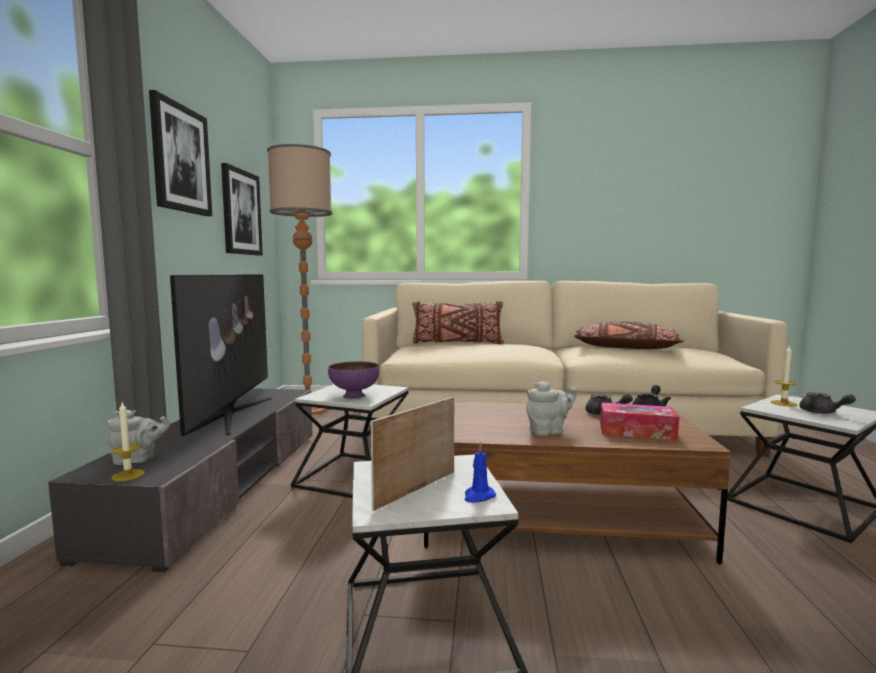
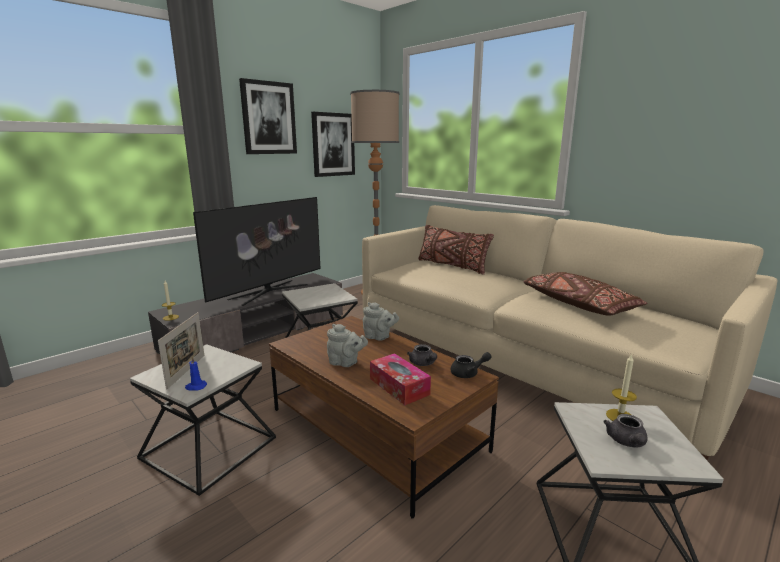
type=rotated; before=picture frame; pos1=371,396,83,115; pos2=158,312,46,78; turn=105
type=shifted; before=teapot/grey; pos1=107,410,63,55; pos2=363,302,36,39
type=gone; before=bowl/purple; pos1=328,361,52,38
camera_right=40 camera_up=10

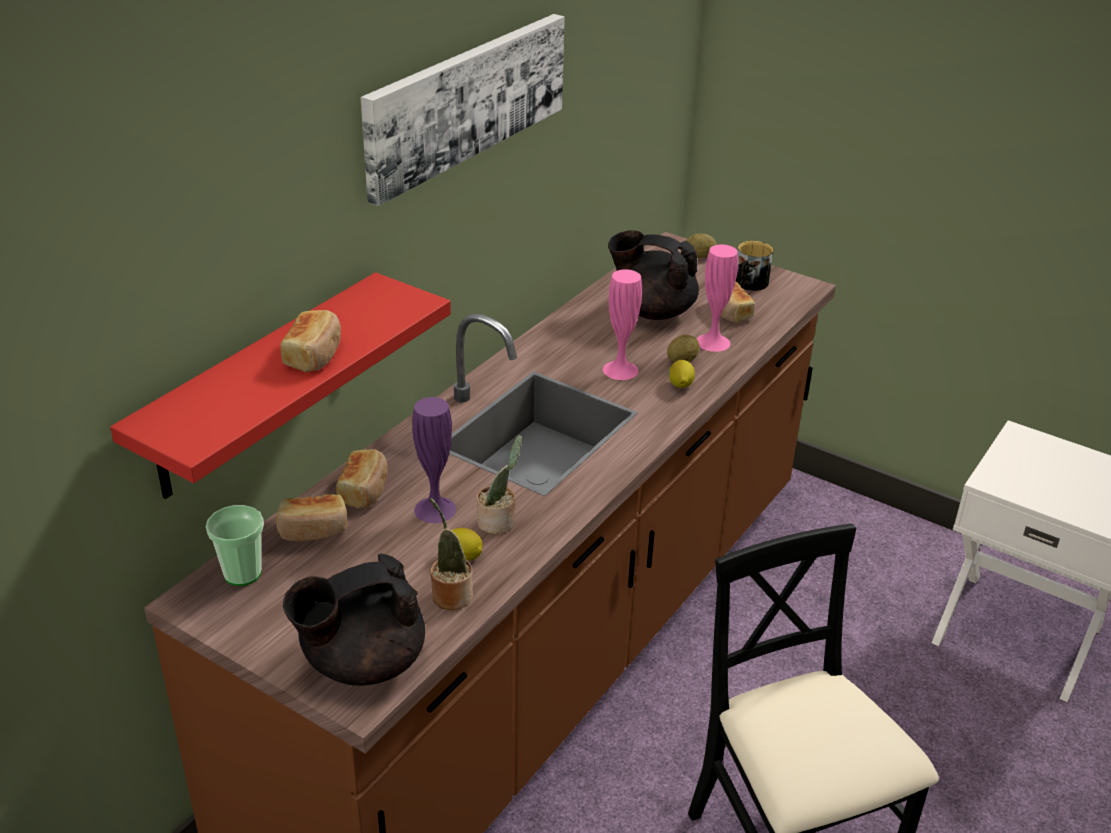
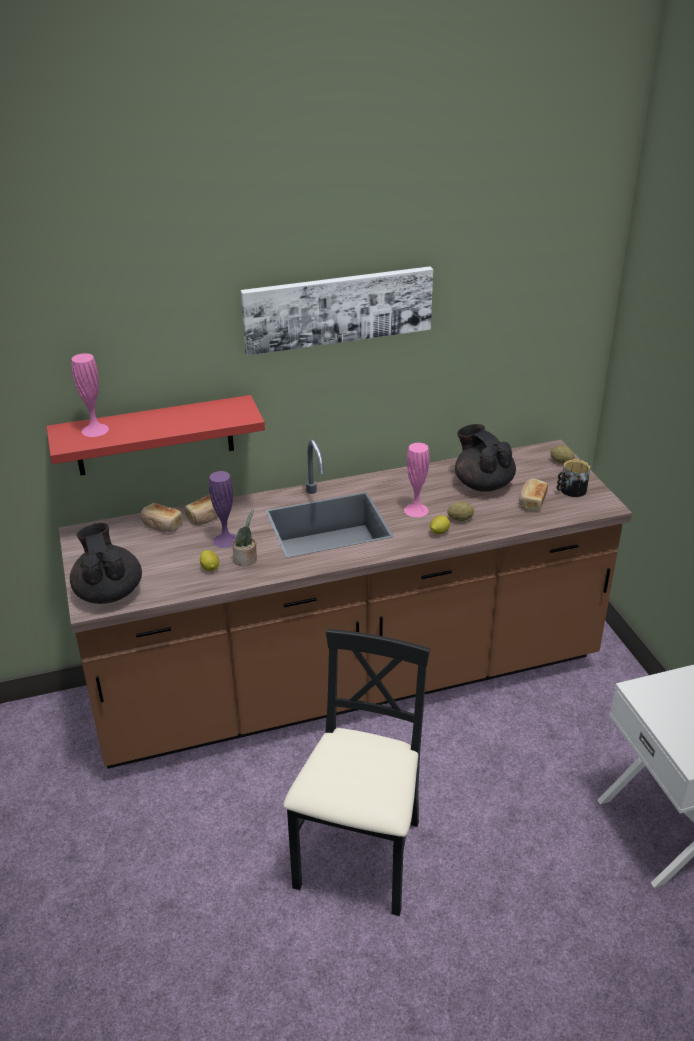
type=rotated; before=teapot/black; pos1=283,553,142,133; pos2=70,523,72,81; turn=60
type=shifted; before=vase/pink; pos1=697,244,41,108; pos2=71,353,38,84
type=gone; before=cup; pos1=206,505,58,81
type=gone; before=bread; pos1=280,310,61,62
type=gone; before=potted plant; pos1=429,498,44,112
camera_right=40 camera_up=0

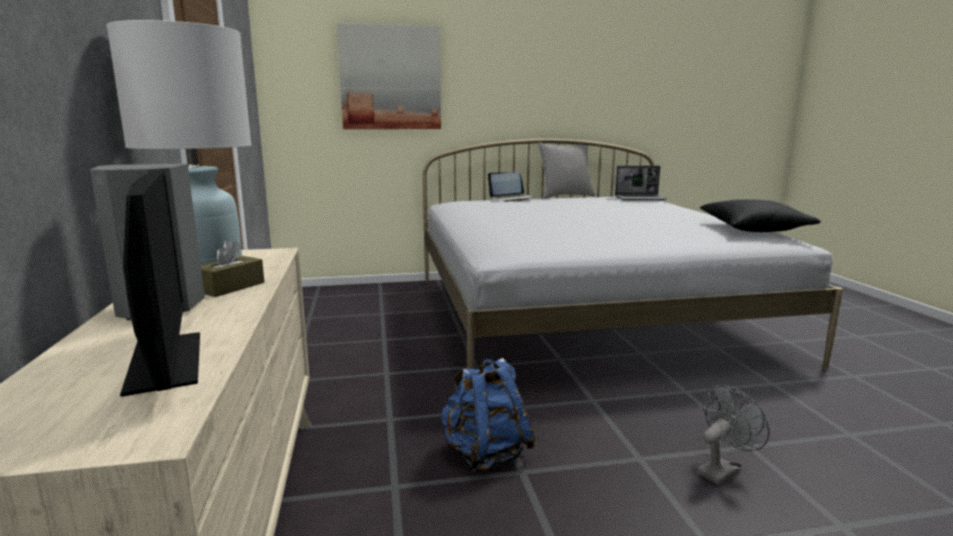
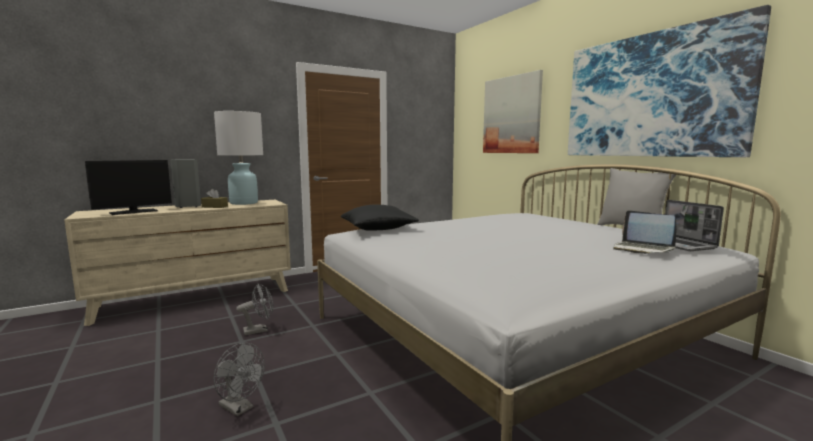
type=swapped; before=backpack/blue; after=fan/grey; pos1=441,358,94,114; pos2=236,283,38,52
type=shifted; before=pillow/black; pos1=699,199,122,33; pos2=341,205,78,26
type=new; after=picture; pos2=568,5,203,152
type=shifted; before=laptop; pos1=488,172,45,30; pos2=613,210,64,44
camera_right=70 camera_up=-5

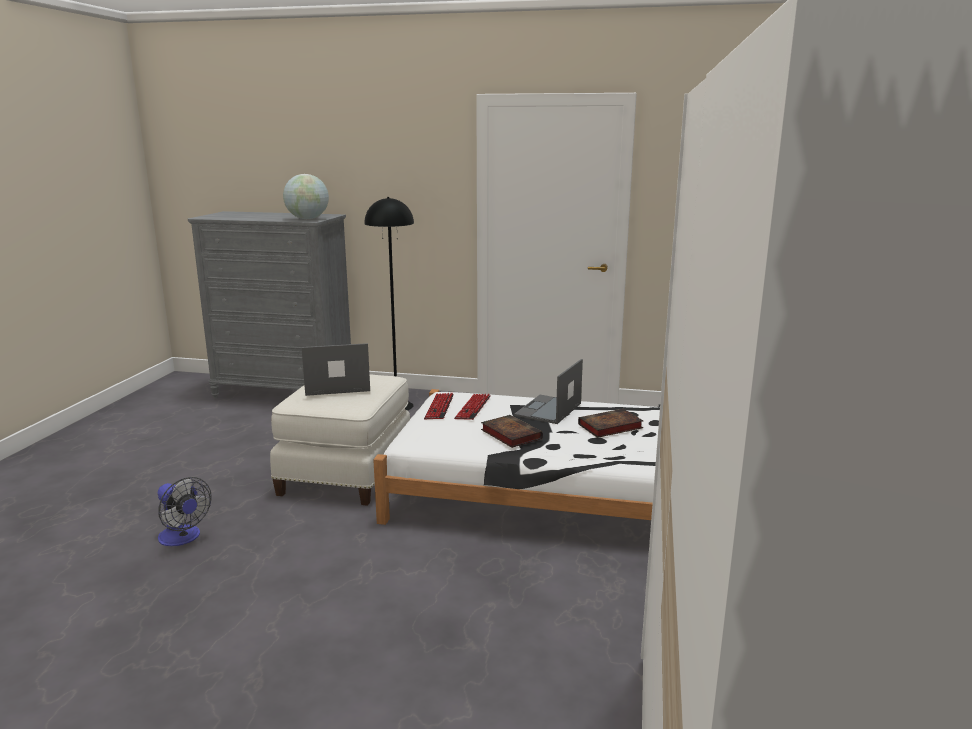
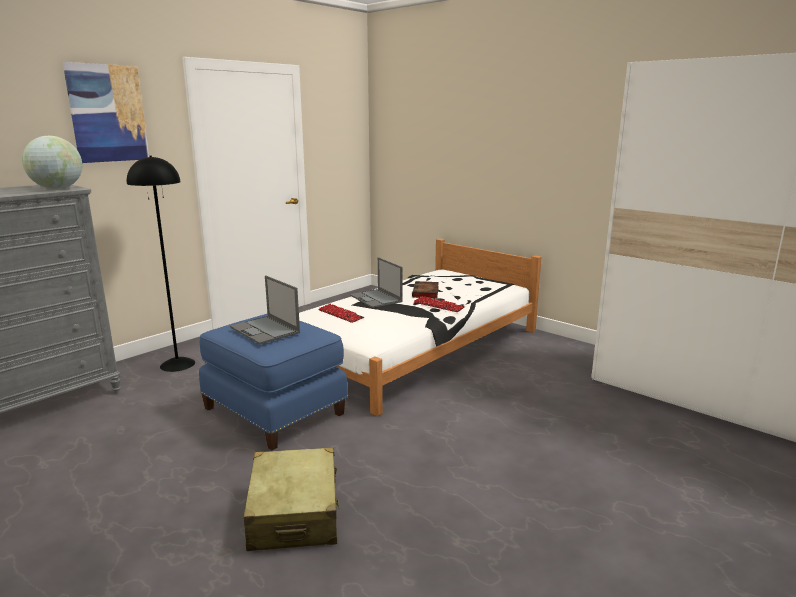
type=new; after=picture; pos2=63,62,86,101
type=repainted; before=ottoman/white; after=ottoman/blue; pos1=270,374,140,132; pos2=199,314,149,136
type=rotated; before=laptop; pos1=301,343,69,53; pos2=230,275,70,69; turn=-60
type=swapped; before=fan; after=suitcase/beige; pos1=158,477,54,69; pos2=244,447,96,104
type=shifted; before=keyboard; pos1=424,393,30,26; pos2=414,296,51,16
type=gone; before=book; pos1=481,415,62,33
camera_right=-60 camera_up=0

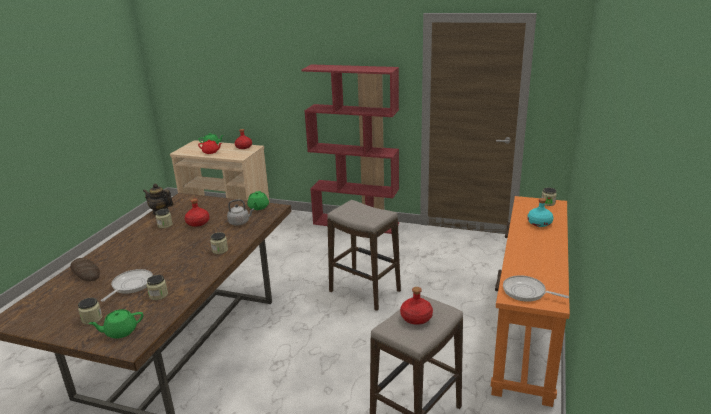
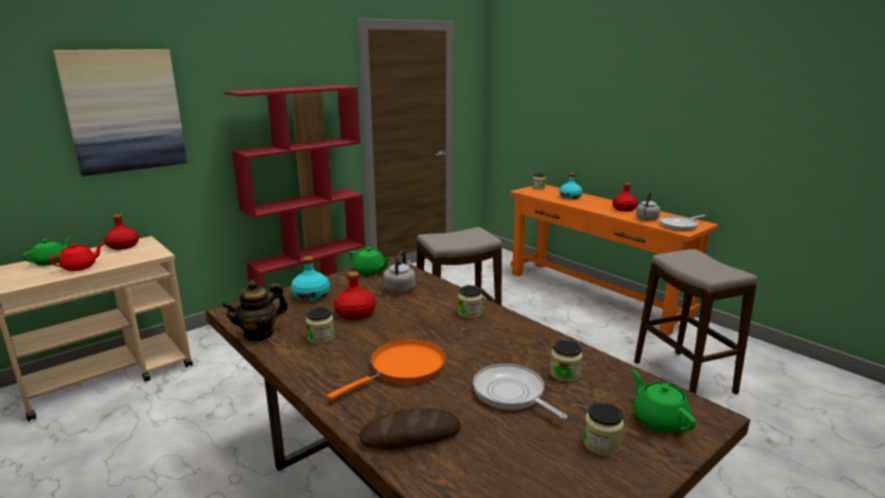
type=new; after=picture; pos2=53,49,134,127
type=new; after=bottle/turquoise; pos2=291,256,39,45
type=new; after=frying pan/orange; pos2=327,339,119,61
type=shifted; before=bottle/red; pos1=400,287,33,38; pos2=612,183,26,28
type=rotated; before=teapot/green; pos1=88,309,55,30; pos2=632,370,64,63; turn=150
type=new; after=kettle/grey; pos2=636,191,24,30
camera_right=-60 camera_up=-5

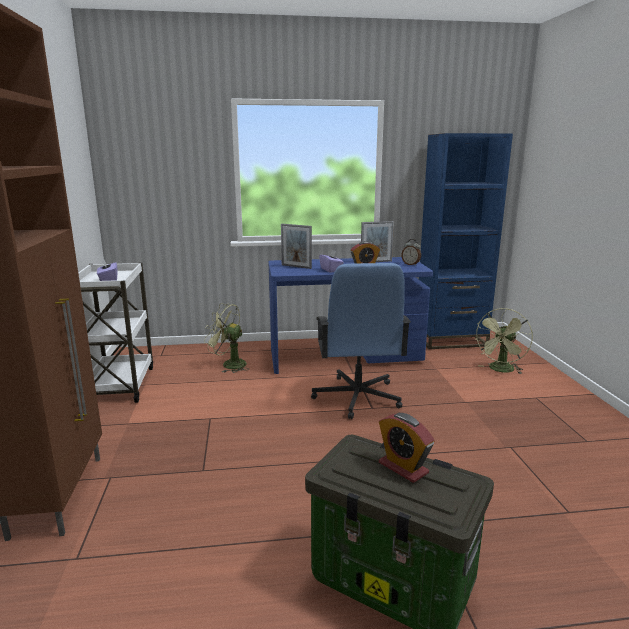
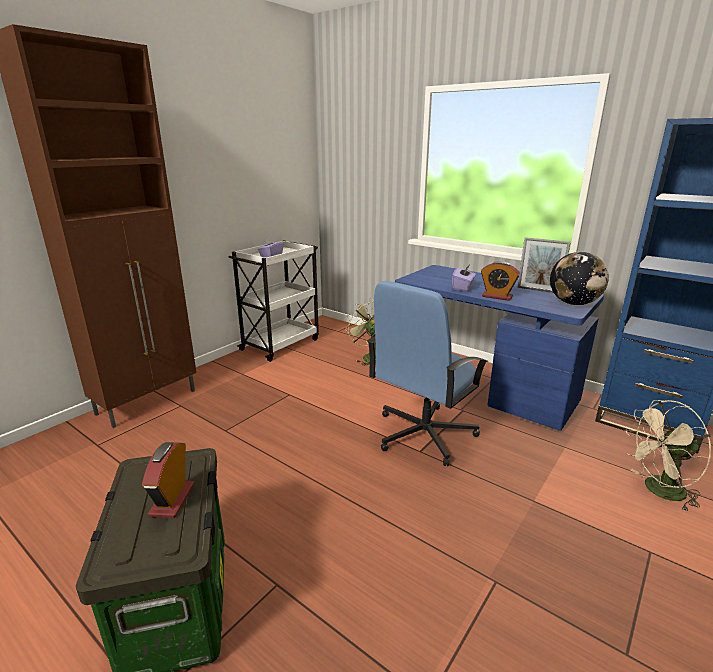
type=swapped; before=alarm clock; after=globe; pos1=401,239,20,27; pos2=550,252,59,53
type=repainted; before=fan/green; after=fan/beige; pos1=476,308,57,66; pos2=626,400,85,112
type=gone; before=picture frame; pos1=281,224,31,45
camera_right=45 camera_up=5

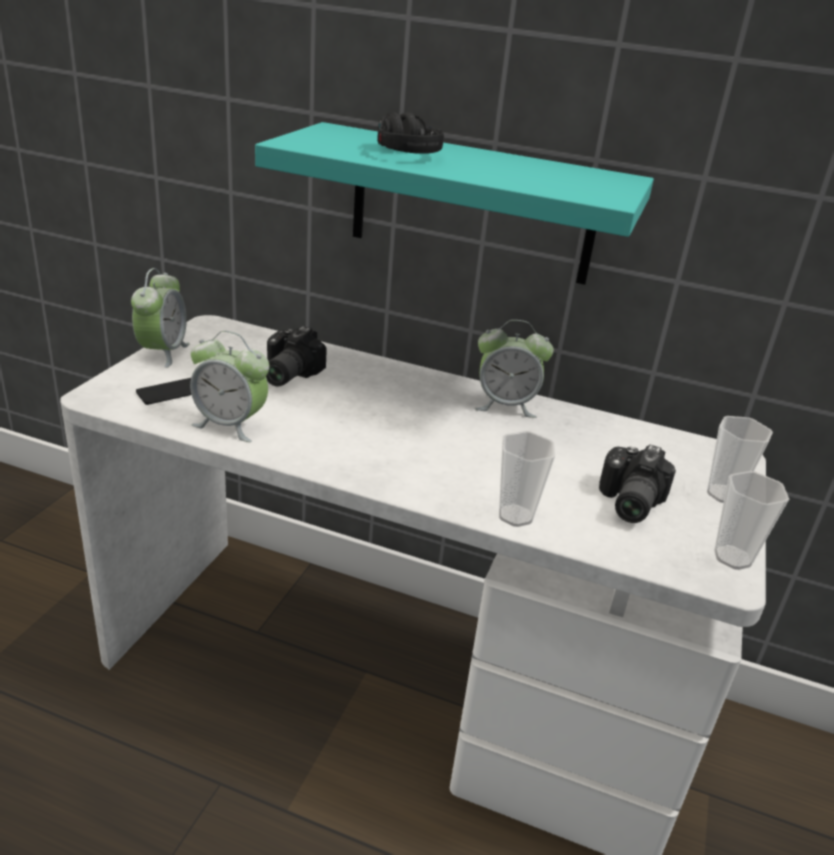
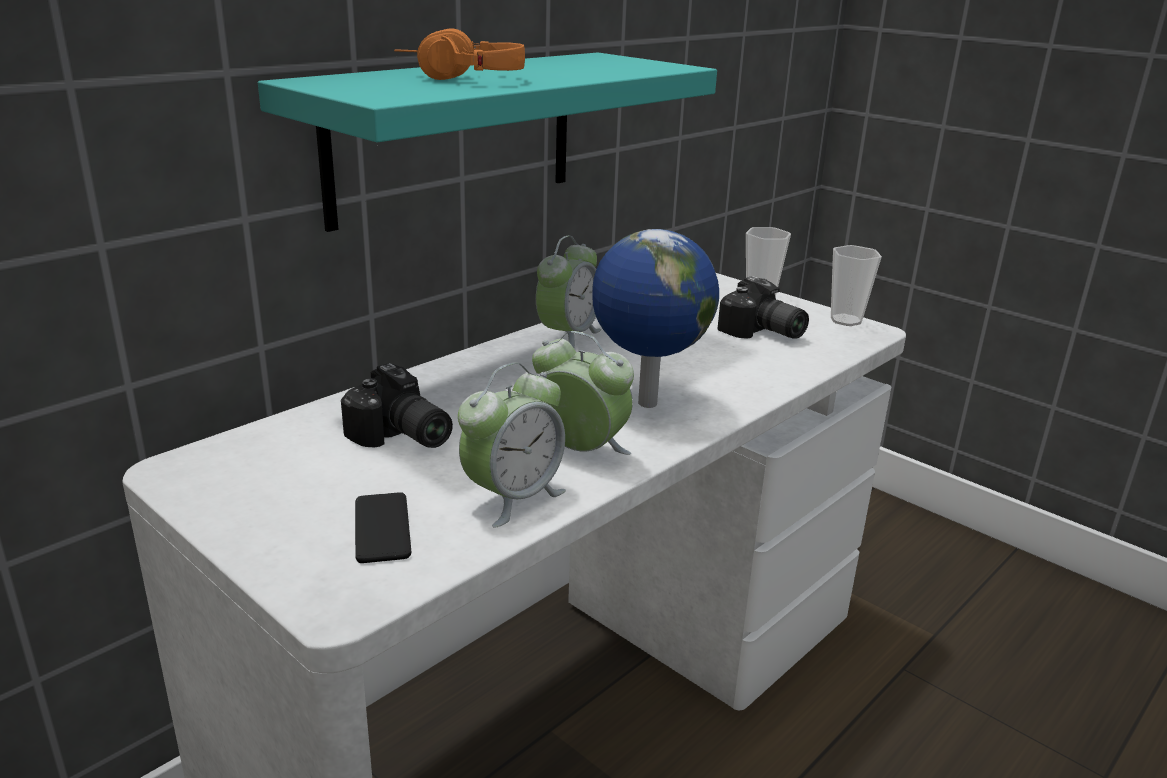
type=repainted; before=headphones/black; after=headphones/orange; pos1=377,112,67,42; pos2=394,29,131,51
type=shifted; before=alarm clock; pos1=131,268,59,100; pos2=532,331,102,124
type=new; after=globe; pos2=592,229,127,179
type=gone; before=cup; pos1=499,431,56,96
camera_right=-65 camera_up=-5

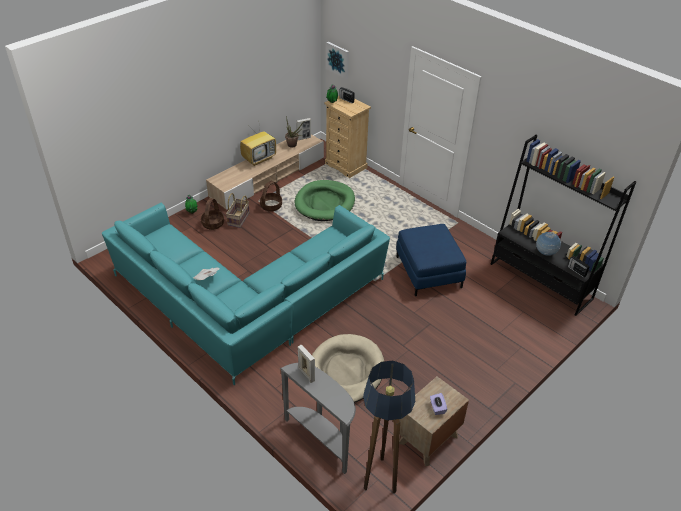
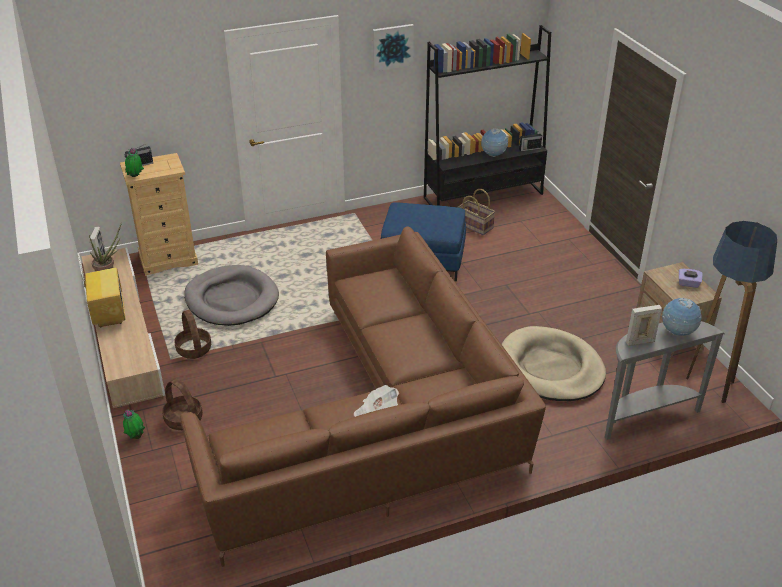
type=repainted; before=sofa/turquoise; after=sofa/brown; pos1=102,203,288,182; pos2=180,226,366,341
type=repainted; before=dog bed/green; after=dog bed/grey; pos1=295,180,60,41; pos2=184,265,95,61
type=shifted; before=picture; pos1=326,42,23,37; pos2=373,24,41,47
type=shifted; before=basket; pos1=226,193,24,35; pos2=458,189,37,46
type=new; after=globe; pos2=662,298,40,38
camera_right=-65 camera_up=-5

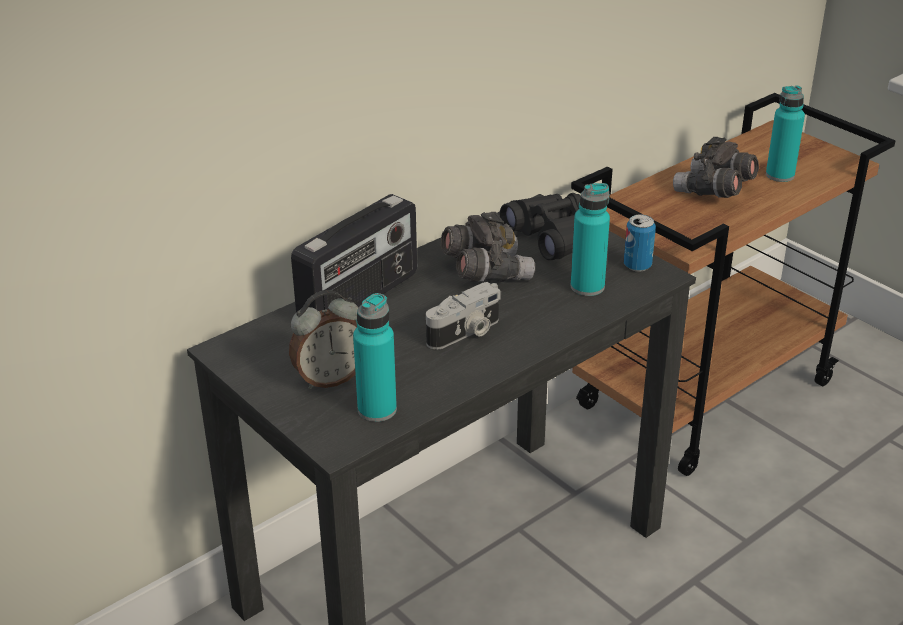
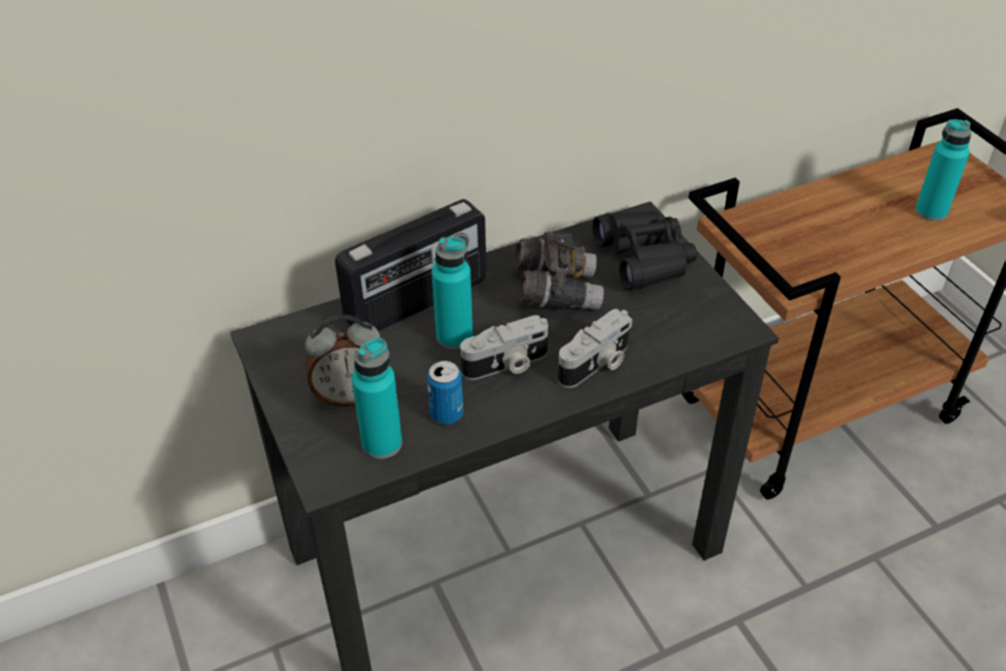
type=shifted; before=can; pos1=624,214,32,58; pos2=427,361,37,63
type=shifted; before=bottle/turquoise; pos1=571,183,39,113; pos2=432,237,41,112
type=new; after=photo camera; pos2=558,309,75,79
type=gone; before=binoculars/grey; pos1=673,137,86,61
camera_right=15 camera_up=10

